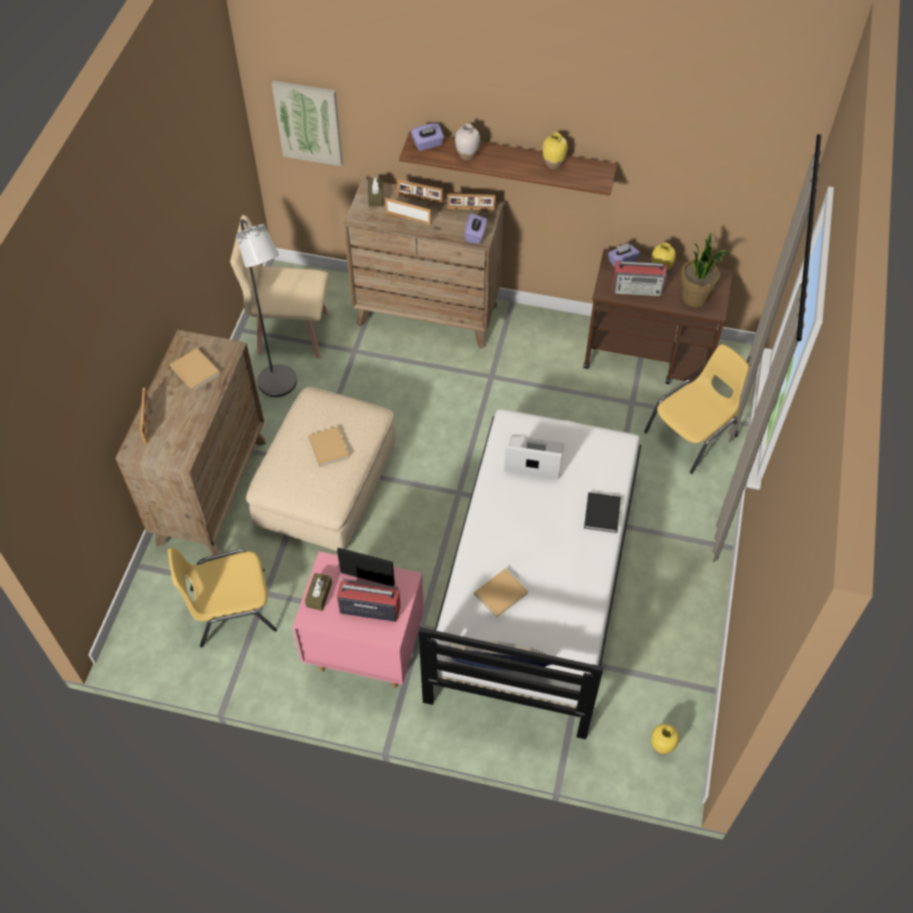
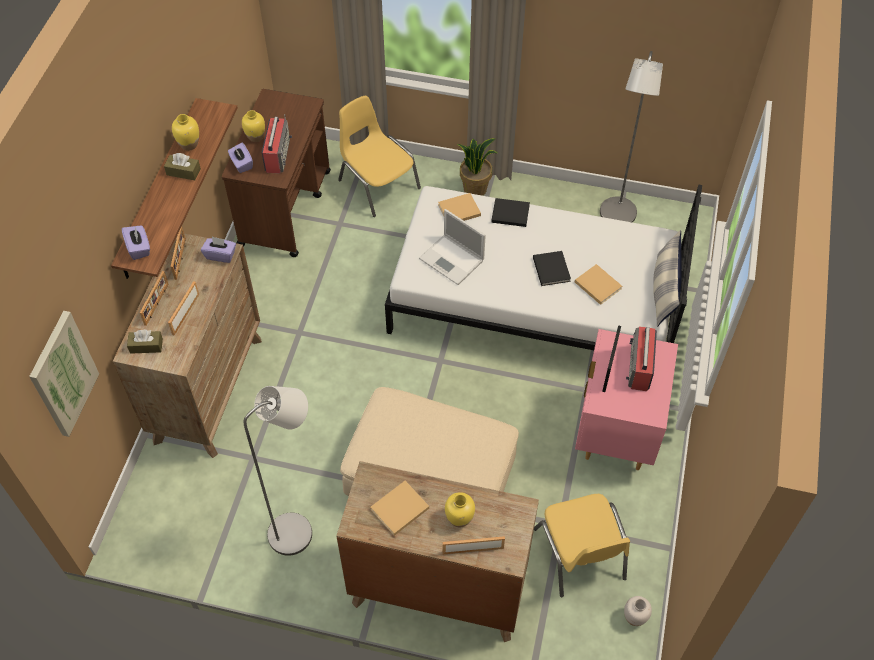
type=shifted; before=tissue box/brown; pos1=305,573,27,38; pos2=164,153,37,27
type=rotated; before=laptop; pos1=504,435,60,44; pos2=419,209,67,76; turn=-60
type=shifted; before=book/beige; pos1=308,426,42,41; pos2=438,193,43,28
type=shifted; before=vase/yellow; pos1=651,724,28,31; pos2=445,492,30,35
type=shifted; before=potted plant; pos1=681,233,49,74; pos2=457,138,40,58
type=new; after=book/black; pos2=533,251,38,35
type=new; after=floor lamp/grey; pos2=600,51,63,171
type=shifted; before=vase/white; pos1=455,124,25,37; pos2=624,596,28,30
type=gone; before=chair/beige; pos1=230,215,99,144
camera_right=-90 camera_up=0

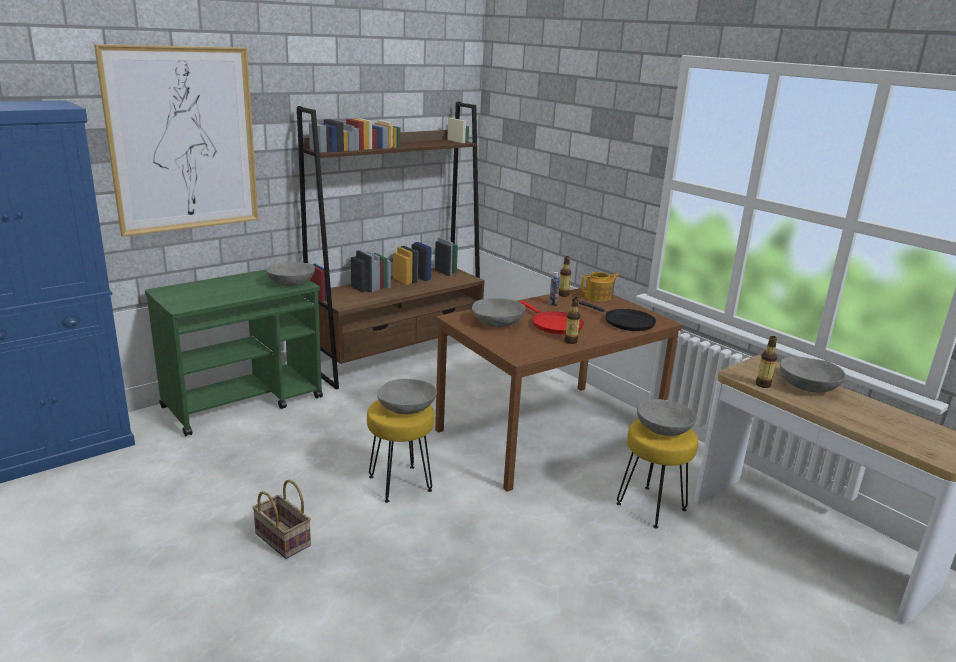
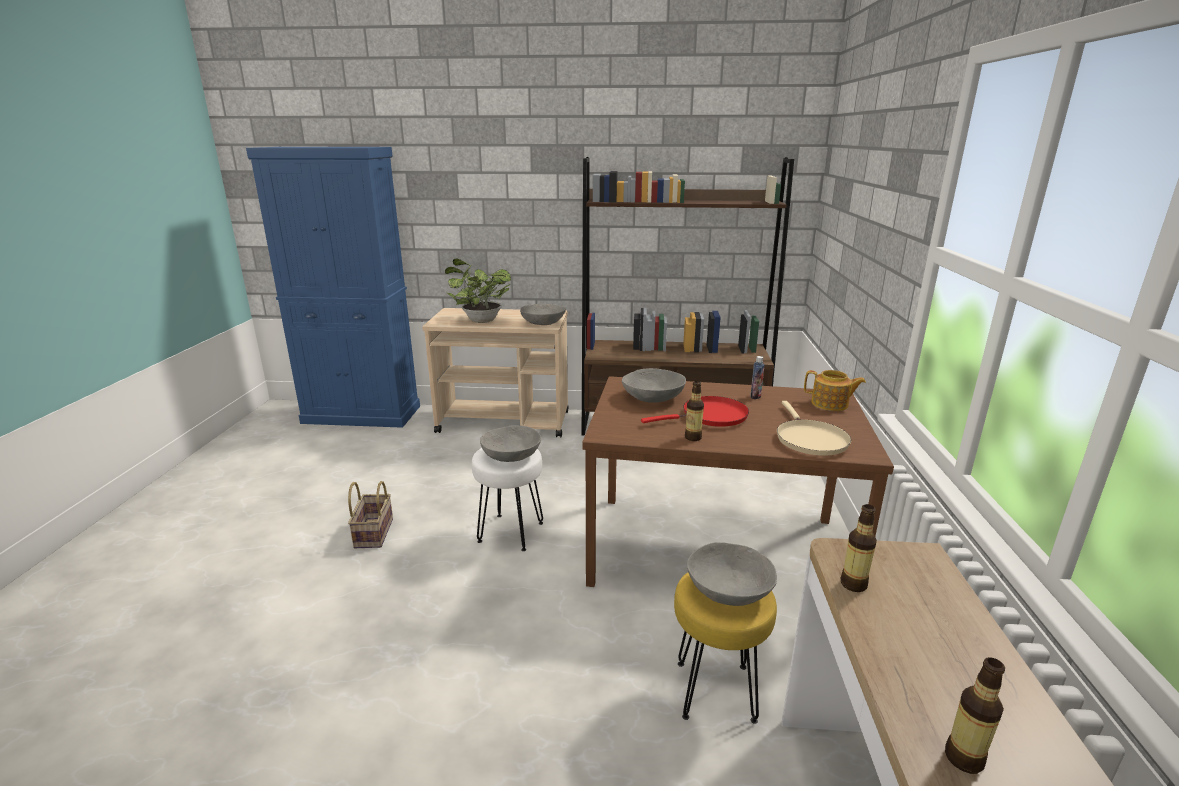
type=repainted; before=cart/green; after=cart/beige; pos1=145,270,178,166; pos2=422,308,147,130
type=new; after=potted plant; pos2=445,258,66,65
type=repainted; before=stool/yellow; after=stool/white; pos1=367,400,67,103; pos2=472,448,71,103
type=rotated; before=frying pan/red; pos1=520,301,64,33; pos2=641,396,108,31; turn=-120
type=repainted; before=frying pan/black; after=frying pan/beige; pos1=579,301,77,30; pos2=777,401,74,55
type=shifted; before=bottle; pos1=558,256,13,41; pos2=945,657,60,117
type=gone; before=picture; pos1=94,44,164,193
type=gone; before=bowl/grey; pos1=780,357,66,36
camera_right=45 camera_up=0

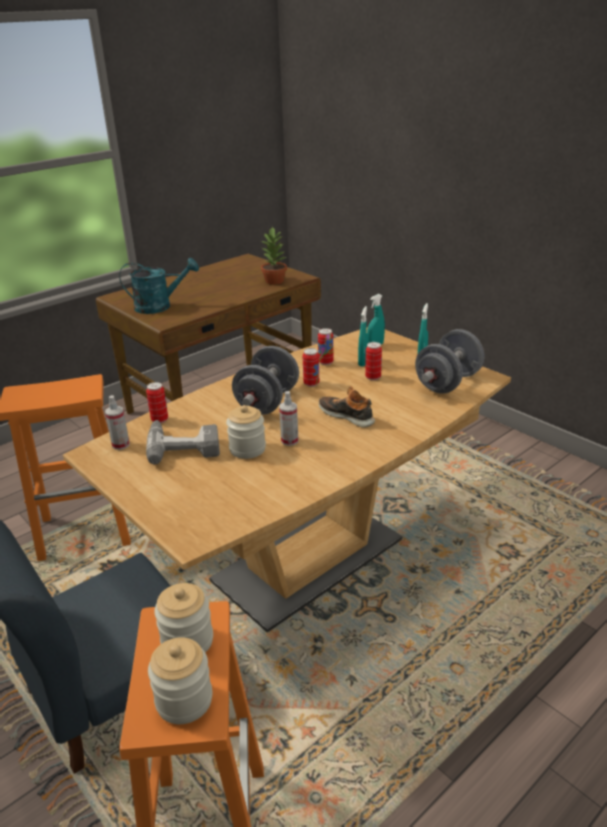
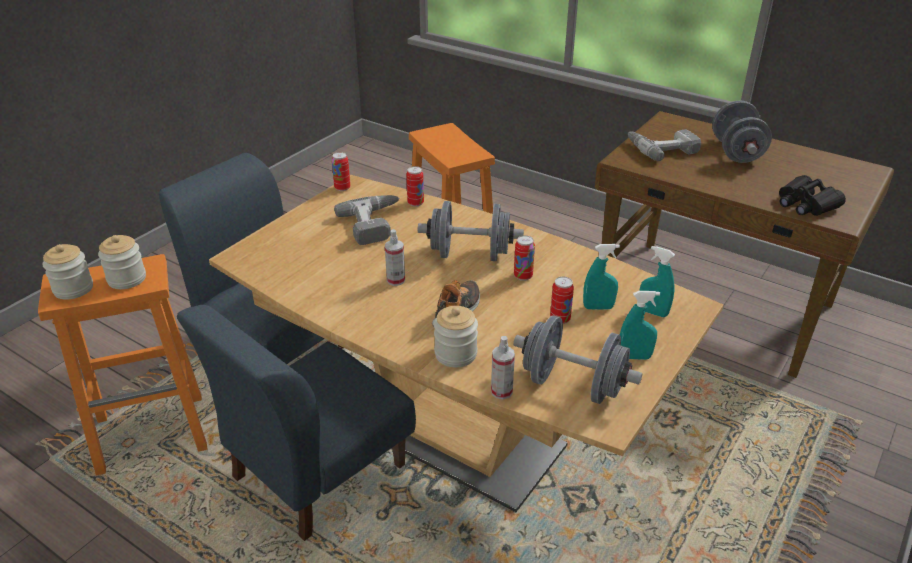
type=new; after=chair/blue; pos2=177,305,239,236
type=shifted; before=can; pos1=318,328,15,37; pos2=332,152,18,39
type=shifted; before=jar; pos1=226,405,40,54; pos2=434,306,44,61
type=shifted; before=spray bottle; pos1=105,395,25,55; pos2=491,336,24,63
type=swapped; before=watering can/turquoise; after=power drill; pos1=119,258,80,56; pos2=628,129,73,32
type=new; after=dumbbell/grey; pos2=712,101,60,62
type=swapped; before=potted plant; after=binoculars/black; pos1=261,226,26,59; pos2=779,175,67,41
camera_right=75 camera_up=5

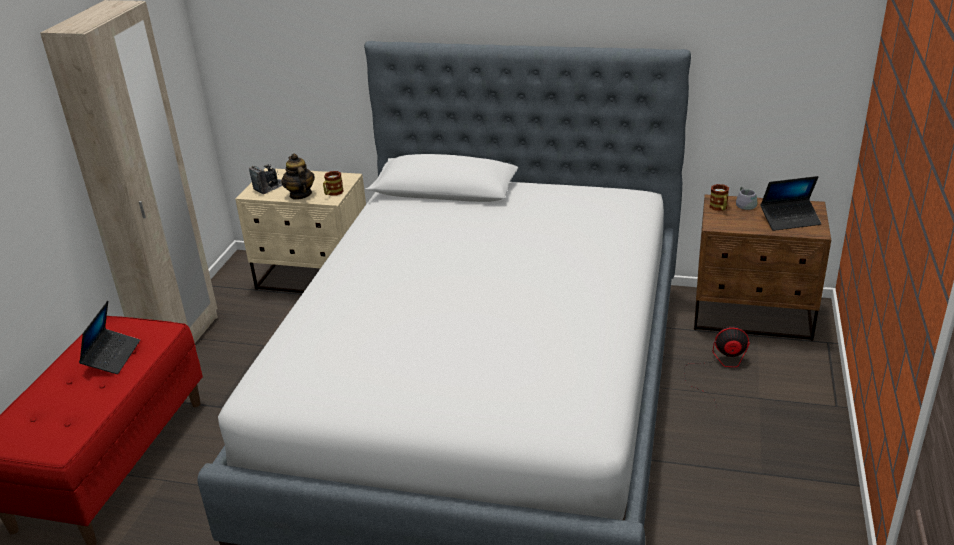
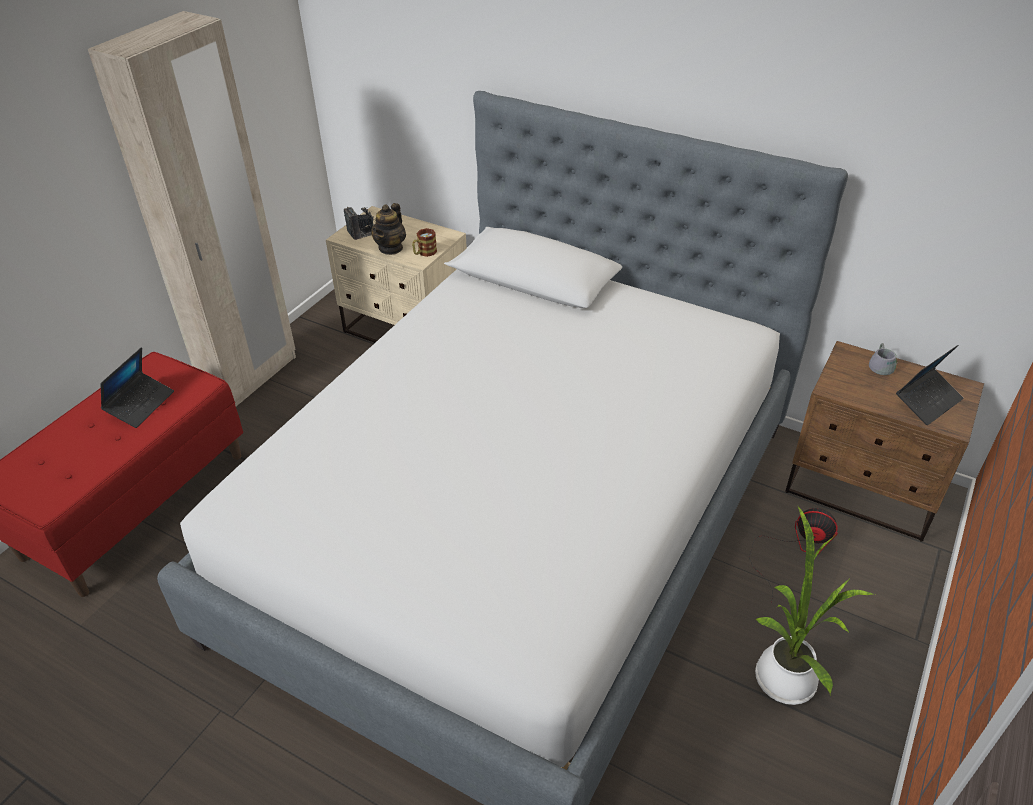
type=rotated; before=teapot; pos1=281,153,34,47; pos2=371,203,35,52; turn=-150
type=new; after=potted plant; pos2=755,507,120,198
type=rotated; before=laptop; pos1=760,176,61,55; pos2=896,345,68,80; turn=-45
type=gone; before=mug; pos1=709,184,20,27
camera_right=15 camera_up=10

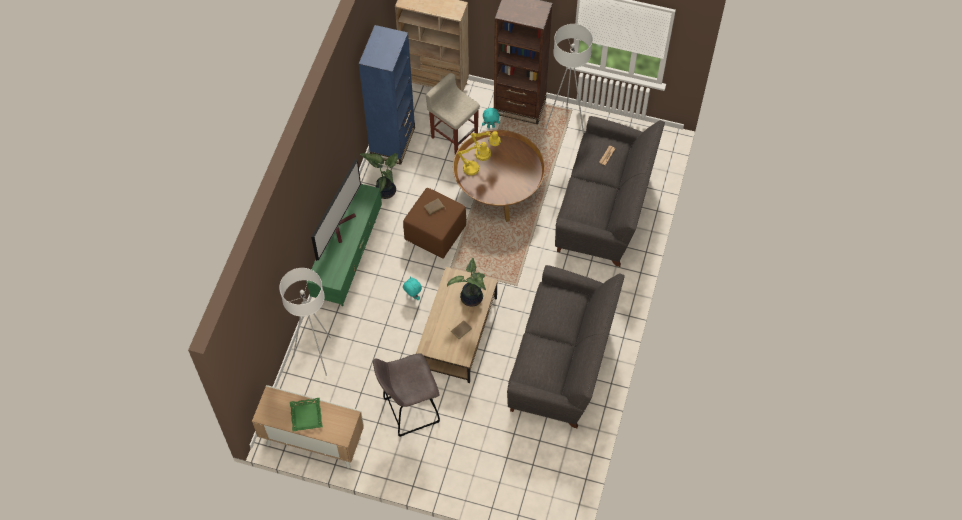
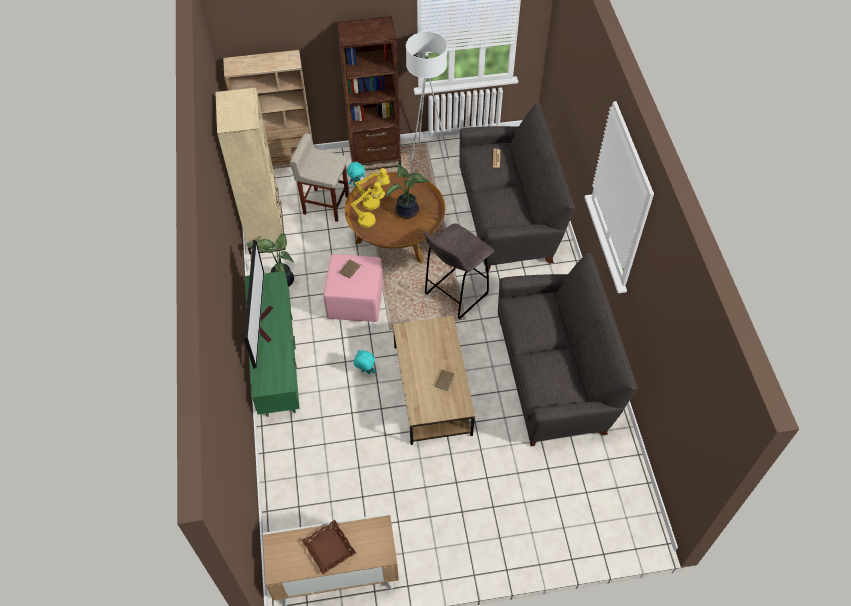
type=repainted; before=bookcase/blue; after=bookcase/beige; pos1=359,25,56,140; pos2=215,88,71,166
type=repainted; before=tray/green; after=tray/brown; pos1=290,398,33,33; pos2=302,520,54,54
type=repainted; before=ottoman/brown; after=ottoman/pink; pos1=403,188,63,70; pos2=323,254,60,68
type=shifted; before=potted plant; pos1=447,258,39,49; pos2=386,165,44,54
type=shifted; before=stool/grey; pos1=373,353,67,84; pos2=423,223,71,97
type=gone; before=floor lamp/white; pos1=279,268,52,108
camera_right=-25 camera_up=-5

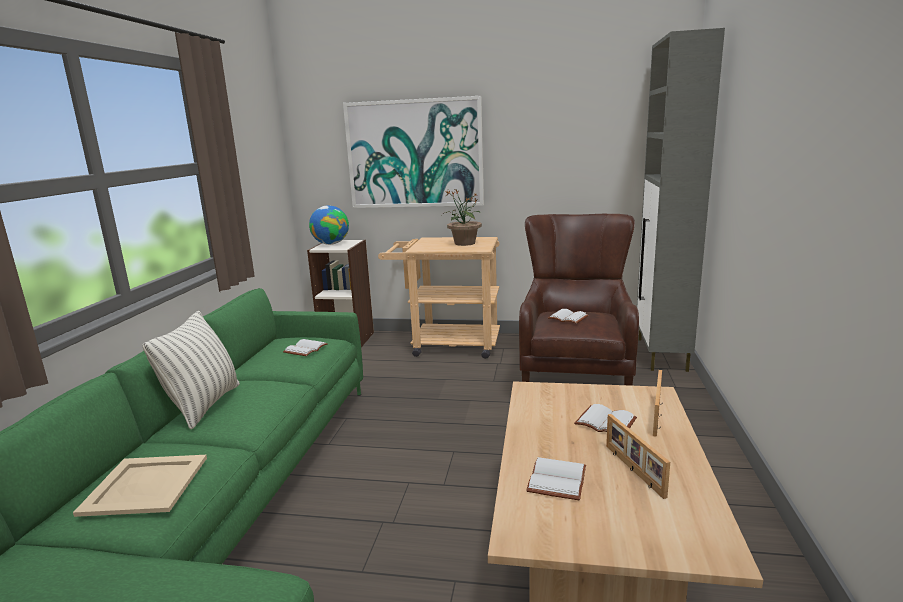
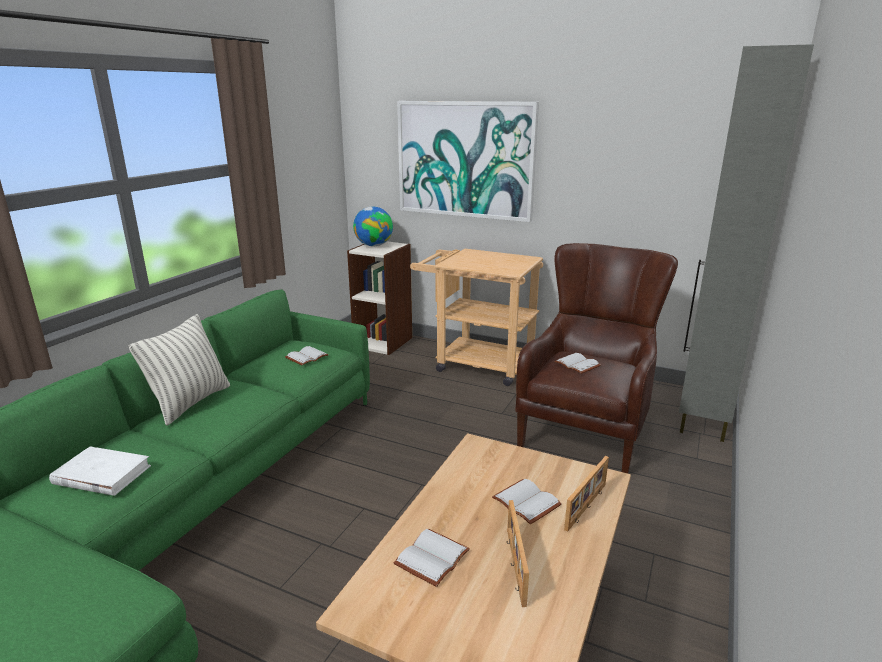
type=swapped; before=tray/beige; after=book/white; pos1=73,455,134,62; pos2=49,446,102,50
type=gone; before=potted plant; pos1=442,190,40,56
camera_right=15 camera_up=5

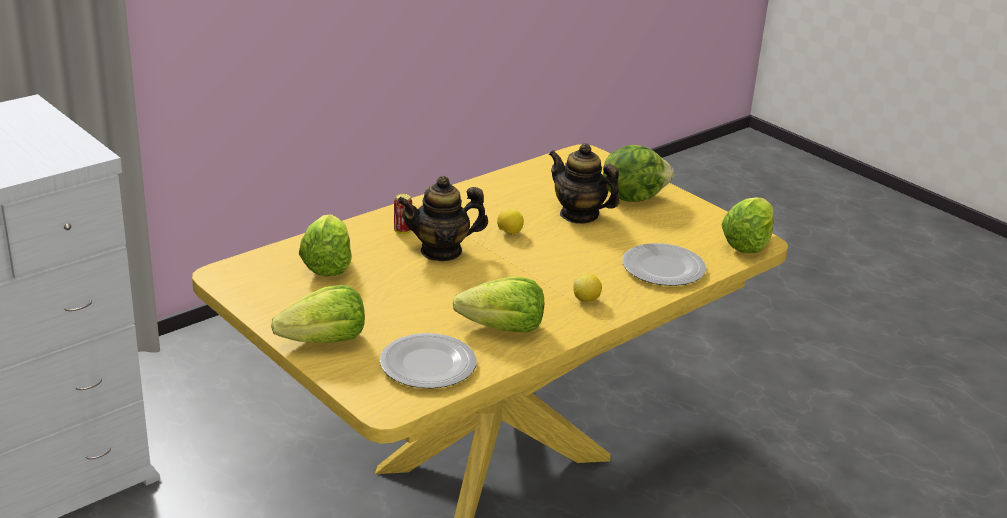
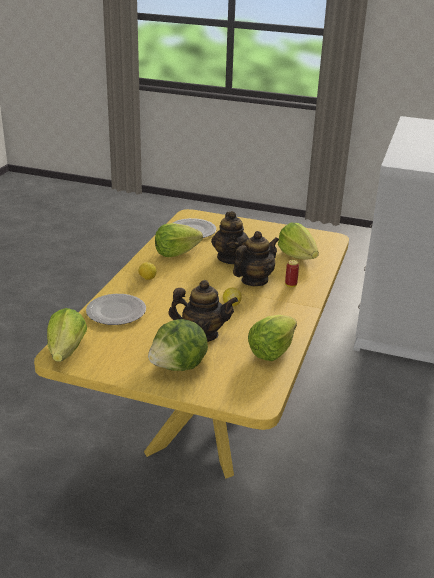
type=new; after=teapot; pos2=211,211,38,53
type=shifted; before=lettuce; pos1=271,285,94,58; pos2=248,315,49,46
camera_right=150 camera_up=0

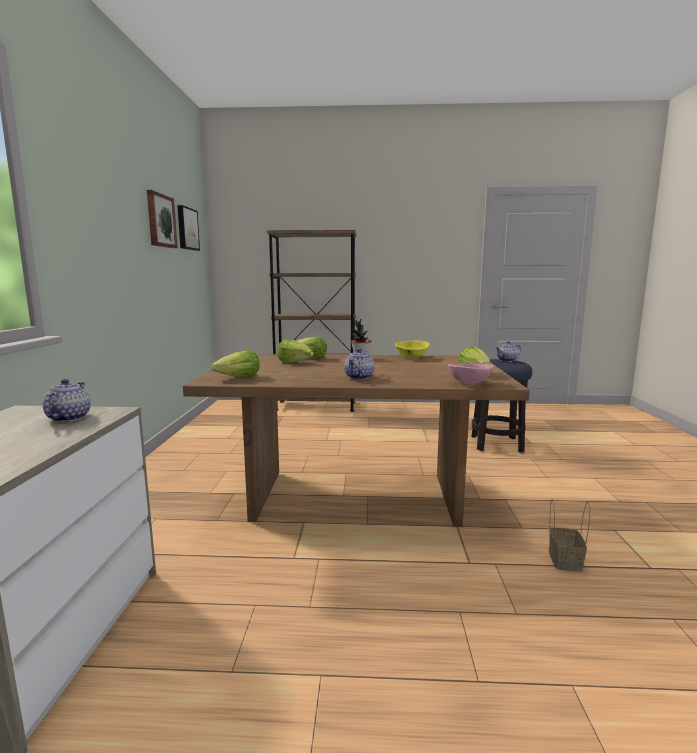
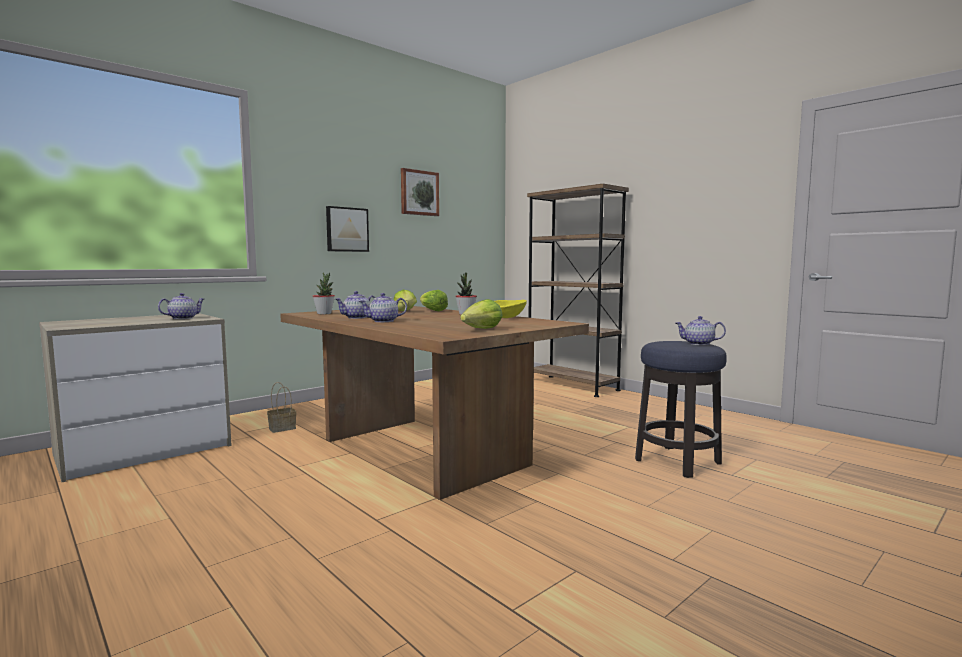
type=shifted; before=basket; pos1=549,499,41,73; pos2=267,382,29,51
type=swapped; before=lettuce; after=potted plant; pos1=211,350,49,27; pos2=313,273,22,41
type=shifted; before=picture; pos1=177,205,23,46; pos2=326,206,43,46
type=new; after=teapot; pos2=335,291,40,28
type=gone; before=bowl/pink; pos1=447,364,47,20
camera_right=45 camera_up=-5

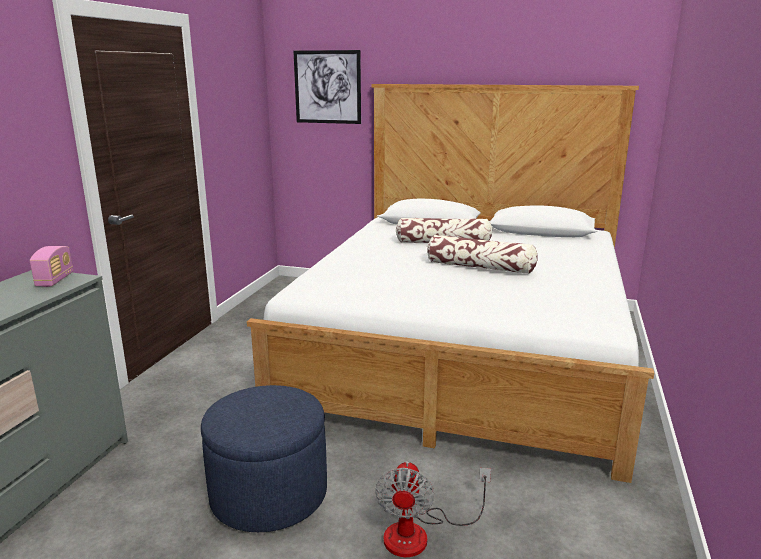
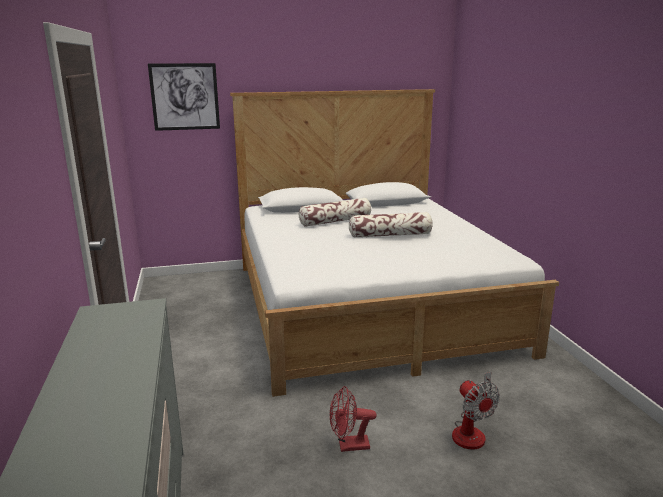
type=swapped; before=ottoman/blue; after=fan/red; pos1=201,385,126,147; pos2=330,386,47,66
type=gone; before=radio; pos1=30,246,43,41
camera_right=-30 camera_up=0

